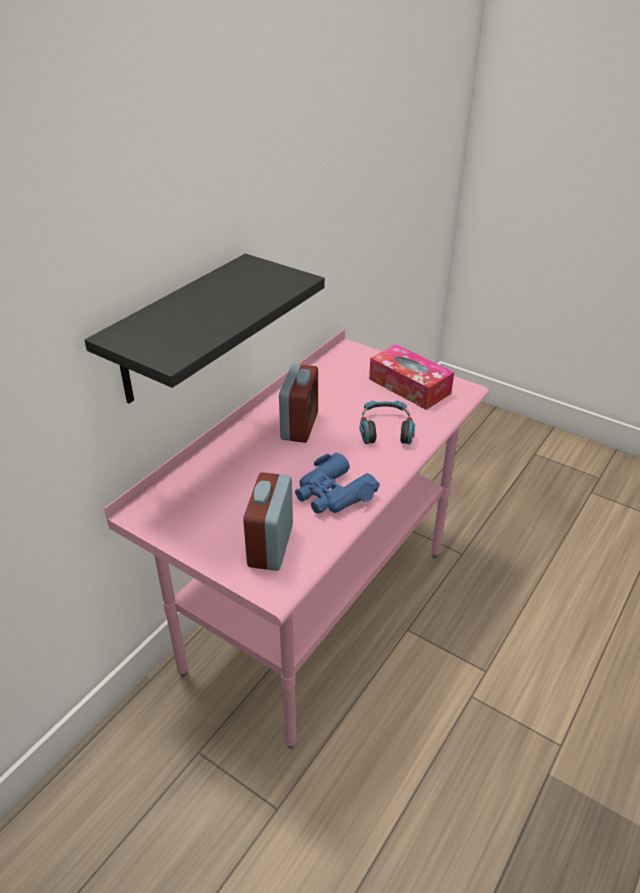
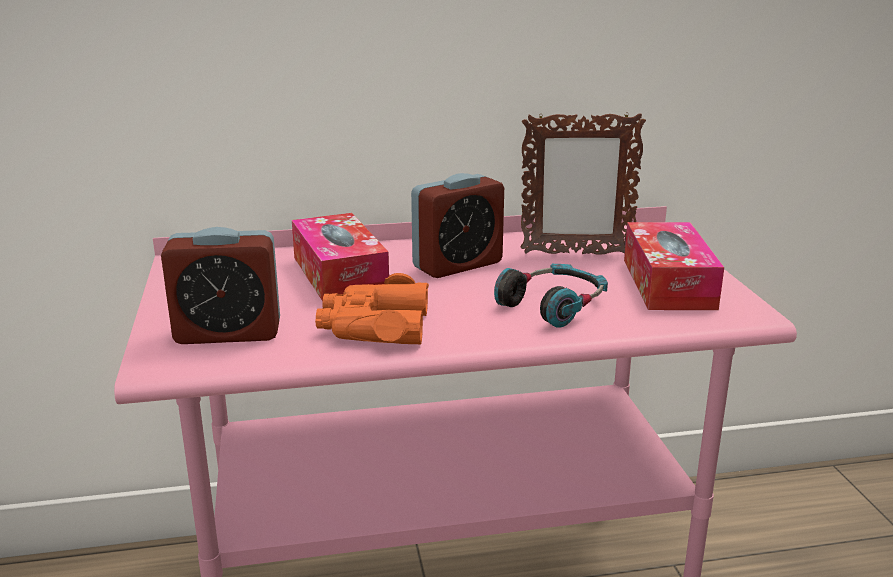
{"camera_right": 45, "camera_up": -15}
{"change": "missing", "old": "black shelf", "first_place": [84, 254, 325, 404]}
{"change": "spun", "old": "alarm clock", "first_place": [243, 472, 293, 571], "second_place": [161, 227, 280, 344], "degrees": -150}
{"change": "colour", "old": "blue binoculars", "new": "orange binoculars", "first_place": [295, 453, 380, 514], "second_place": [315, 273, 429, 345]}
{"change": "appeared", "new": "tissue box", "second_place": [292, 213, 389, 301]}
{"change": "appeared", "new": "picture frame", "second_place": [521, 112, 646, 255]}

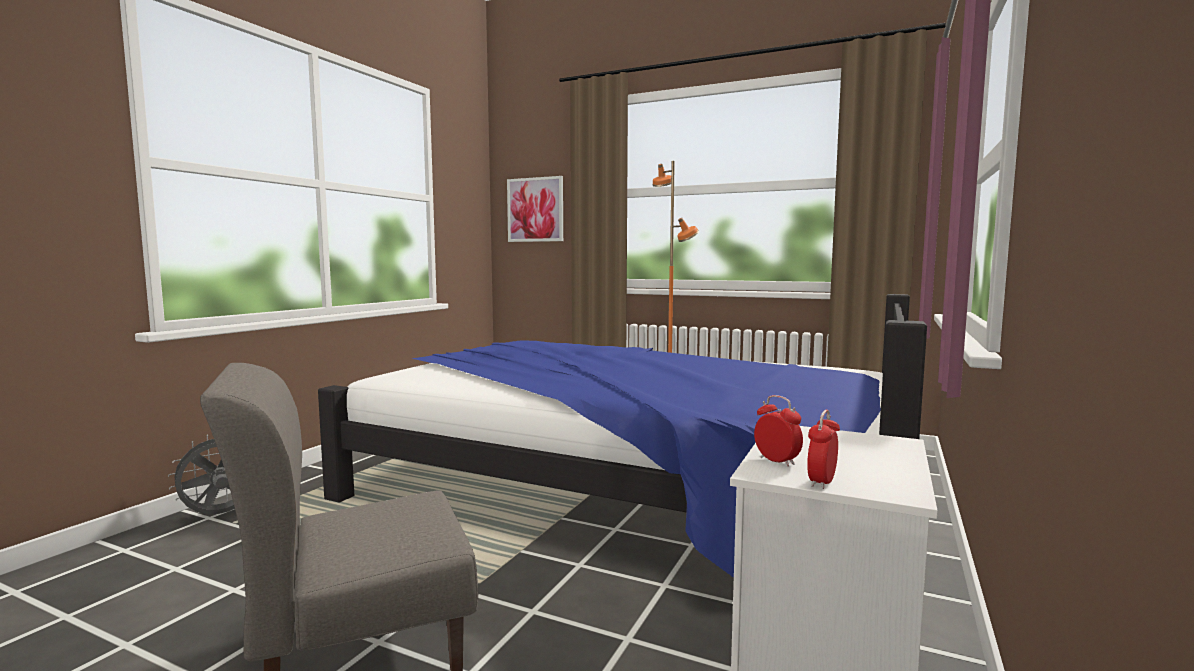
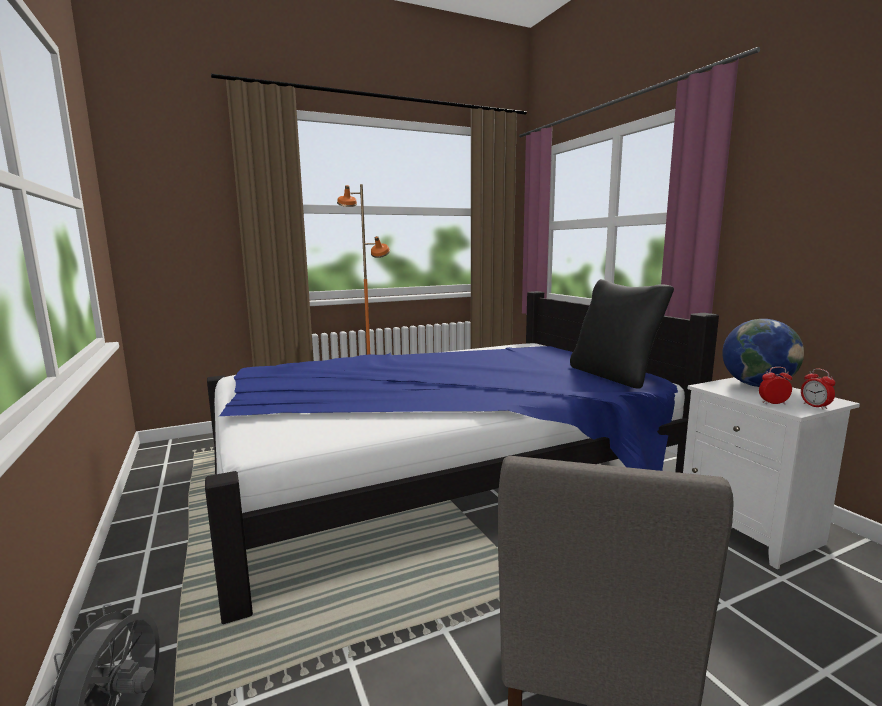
{"camera_right": -50, "camera_up": 5}
{"change": "missing", "old": "picture", "first_place": [507, 176, 563, 242]}
{"change": "appeared", "new": "black pillow", "second_place": [570, 279, 674, 389]}
{"change": "appeared", "new": "globe", "second_place": [722, 319, 804, 387]}

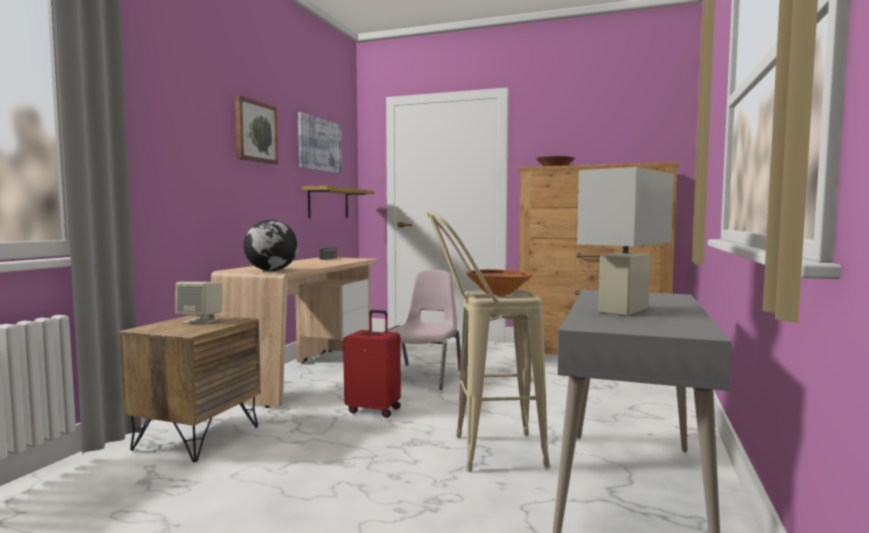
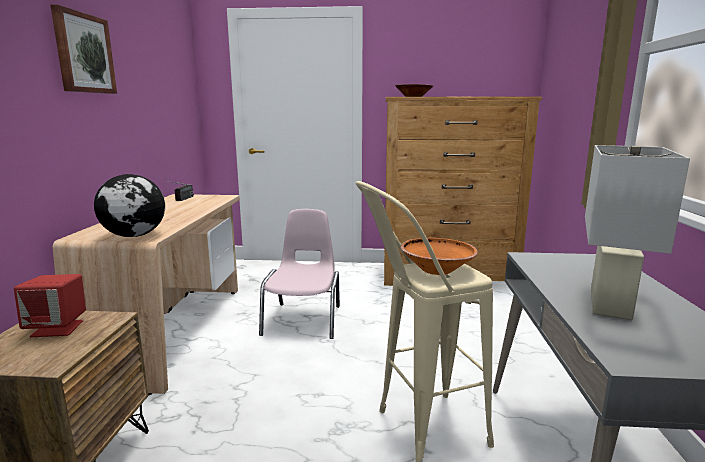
{"camera_right": -15, "camera_up": 10}
{"change": "colour", "old": "beige speaker", "new": "red speaker", "first_place": [175, 282, 223, 324], "second_place": [14, 274, 86, 337]}
{"change": "missing", "old": "picture", "first_place": [298, 112, 342, 174]}
{"change": "missing", "old": "shelf", "first_place": [301, 186, 374, 218]}
{"change": "missing", "old": "red suitcase", "first_place": [343, 310, 401, 418]}

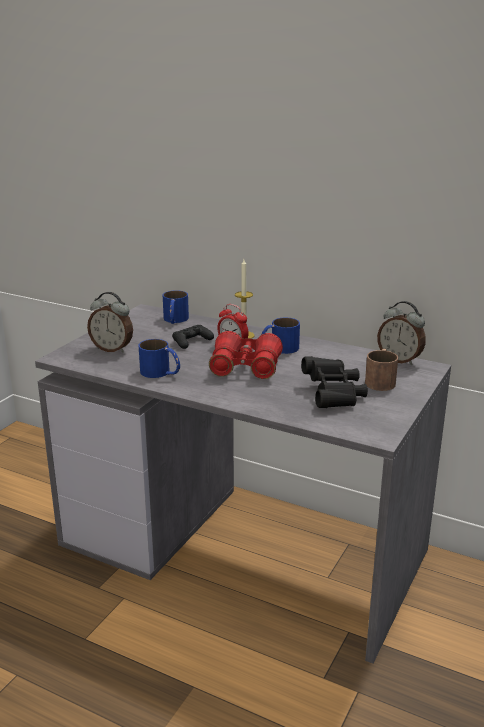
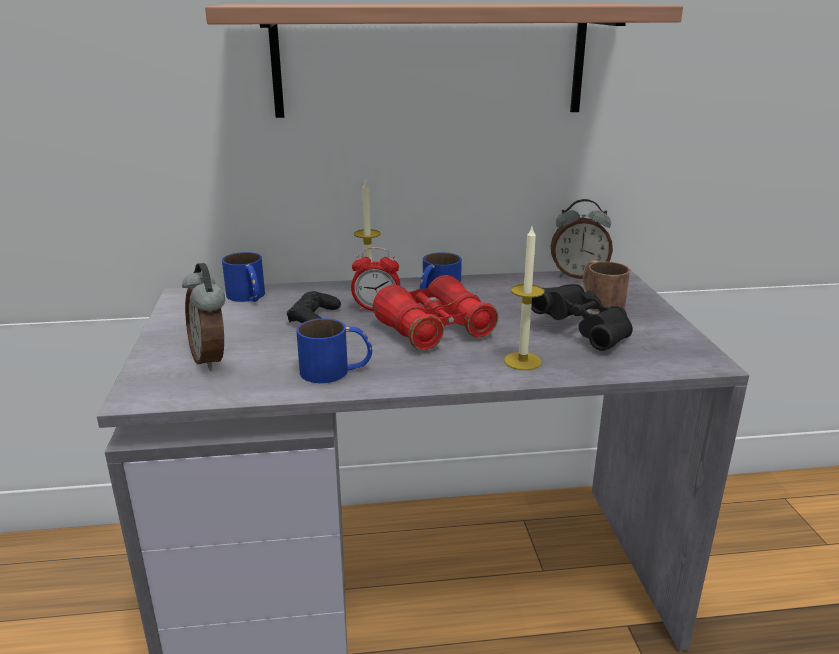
{"camera_right": -35, "camera_up": 0}
{"change": "spun", "old": "alarm clock", "first_place": [87, 292, 133, 353], "second_place": [182, 263, 225, 371], "degrees": 75}
{"change": "appeared", "new": "shelf", "second_place": [205, 4, 683, 118]}
{"change": "appeared", "new": "candle", "second_place": [504, 227, 544, 370]}

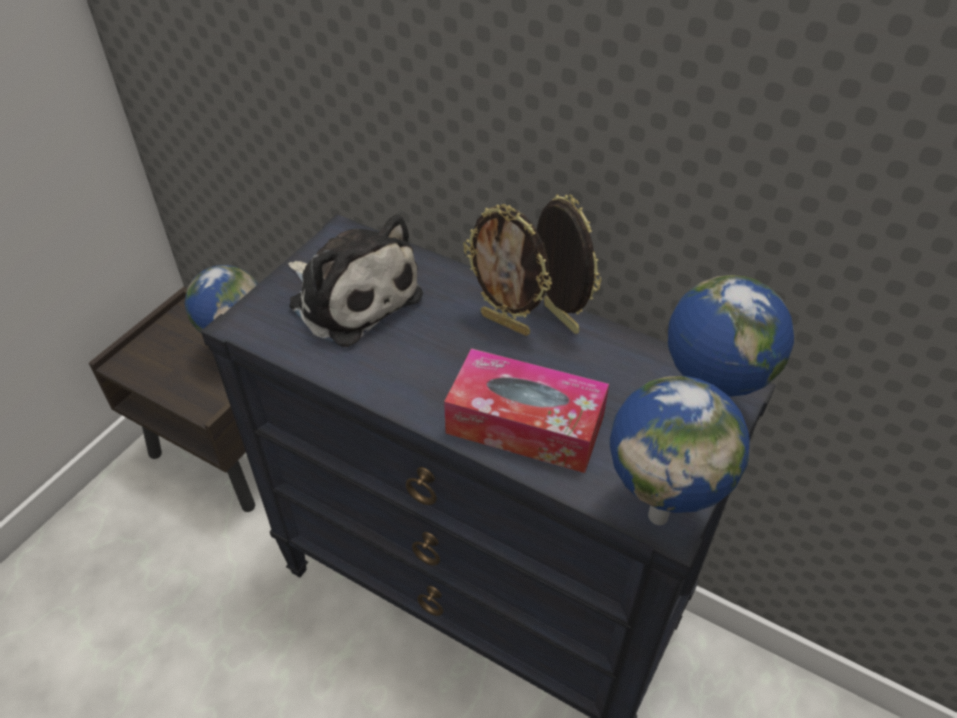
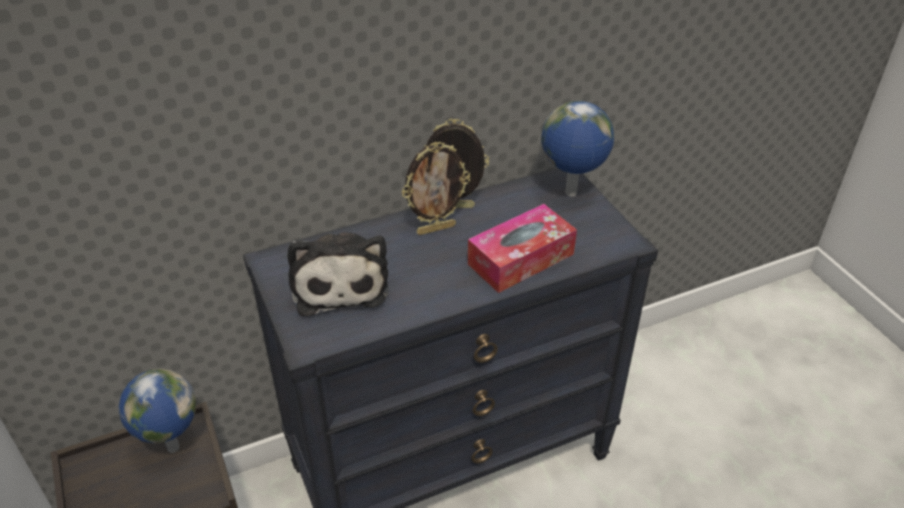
{"camera_right": -55, "camera_up": -5}
{"change": "spun", "old": "plush toy", "first_place": [288, 214, 423, 347], "second_place": [287, 233, 389, 316], "degrees": 90}
{"change": "missing", "old": "globe", "first_place": [610, 376, 750, 525]}

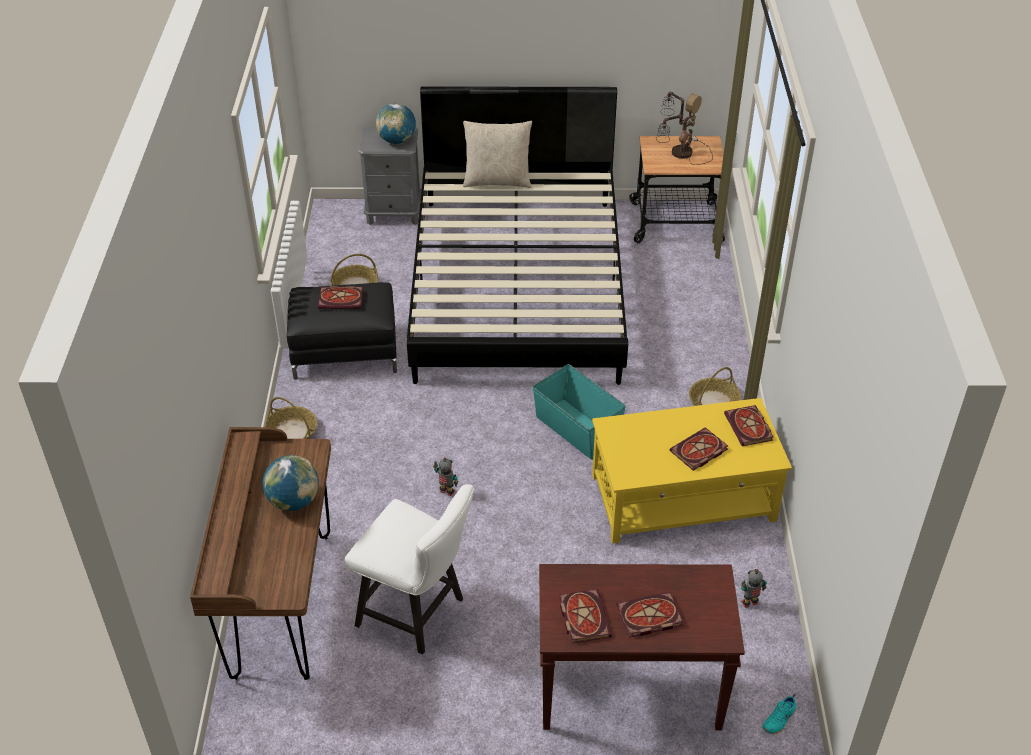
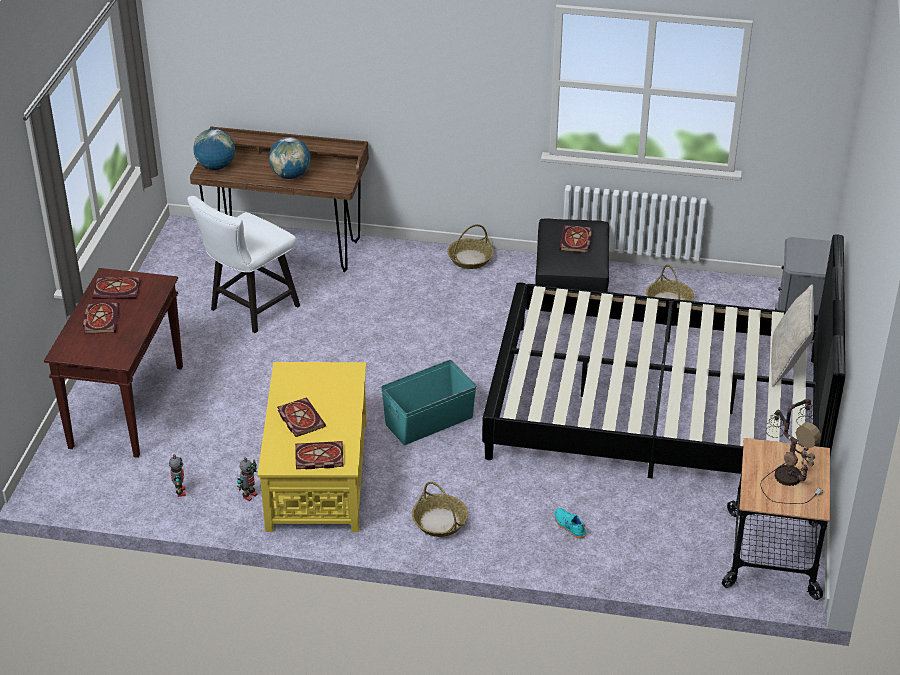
{"camera_right": 100, "camera_up": -5}
{"change": "relocated", "old": "globe", "first_place": [376, 103, 416, 144], "second_place": [194, 129, 235, 170]}
{"change": "relocated", "old": "toy robot", "first_place": [433, 457, 458, 496], "second_place": [237, 458, 258, 501]}
{"change": "relocated", "old": "turquoise shoe", "first_place": [762, 693, 796, 734], "second_place": [555, 508, 586, 538]}

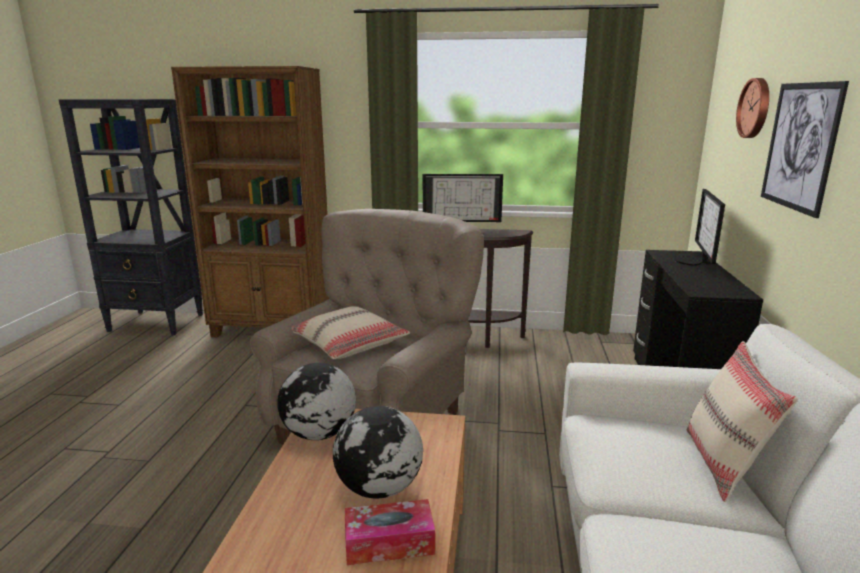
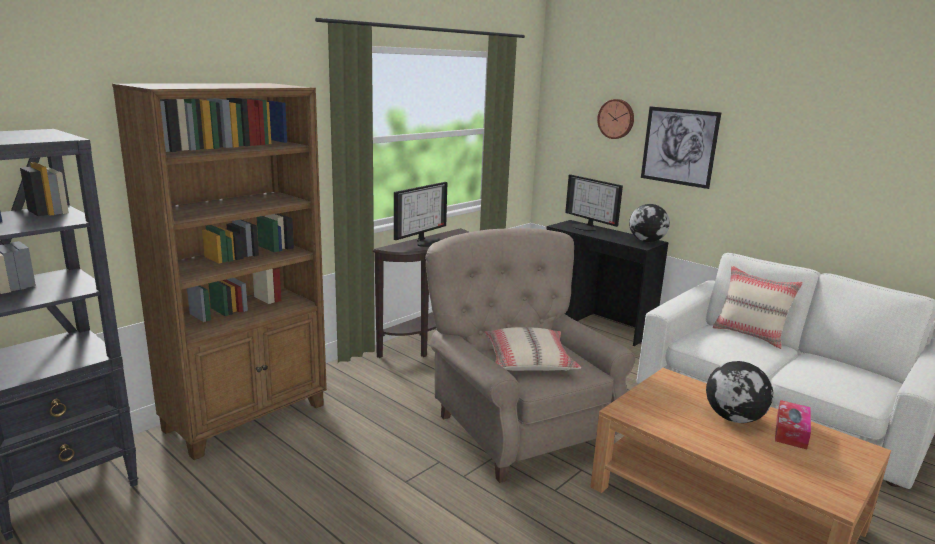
{"camera_right": -55, "camera_up": 0}
{"change": "relocated", "old": "globe", "first_place": [277, 363, 356, 440], "second_place": [629, 204, 670, 242]}

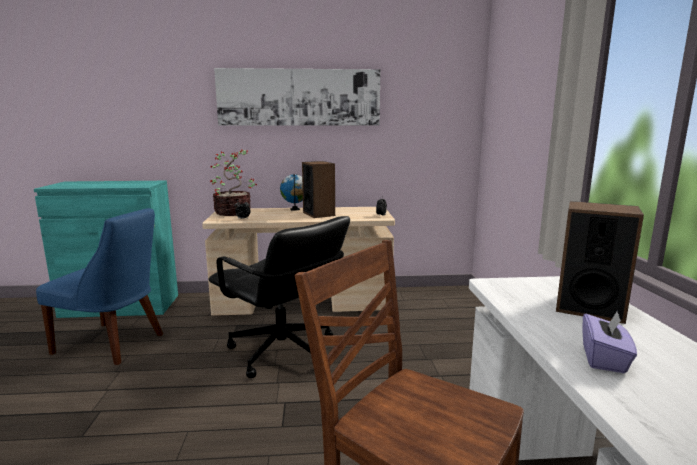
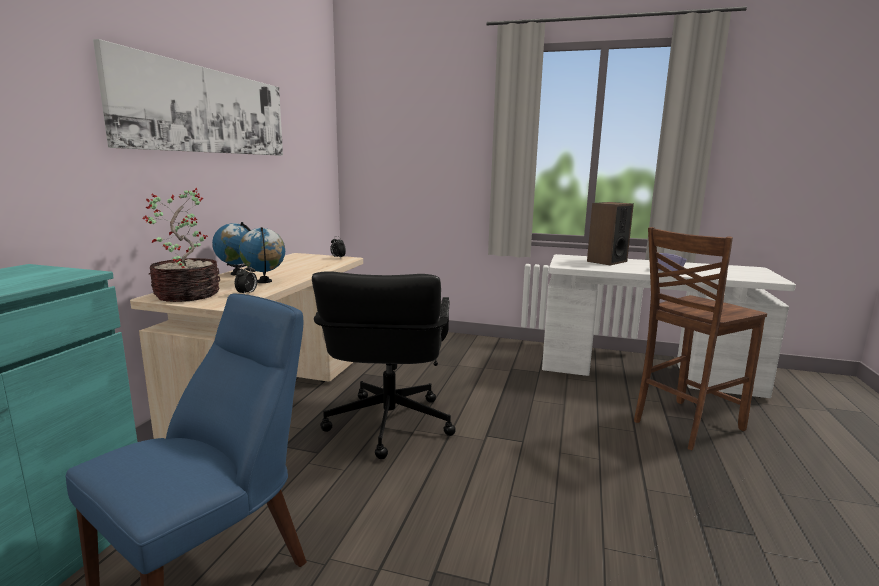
{"camera_right": -70, "camera_up": 0}
{"change": "spun", "old": "black office chair", "first_place": [208, 216, 350, 378], "second_place": [312, 271, 456, 459], "degrees": 120}
{"change": "missing", "old": "speaker", "first_place": [302, 161, 335, 218]}
{"change": "appeared", "new": "globe", "second_place": [239, 227, 285, 283]}

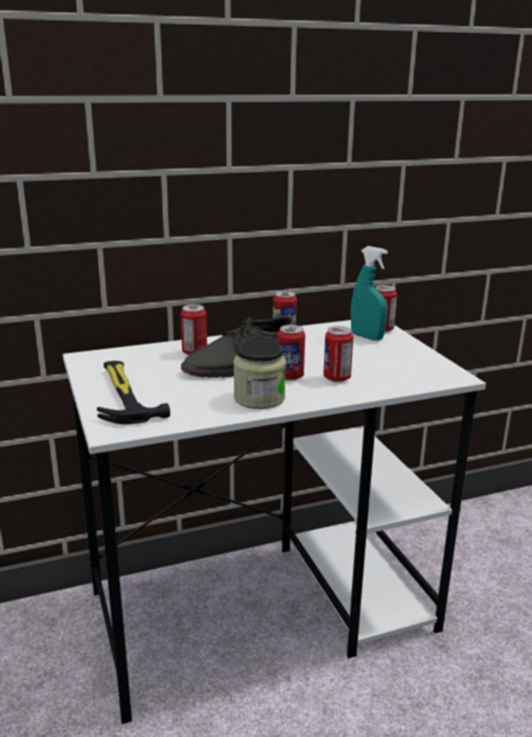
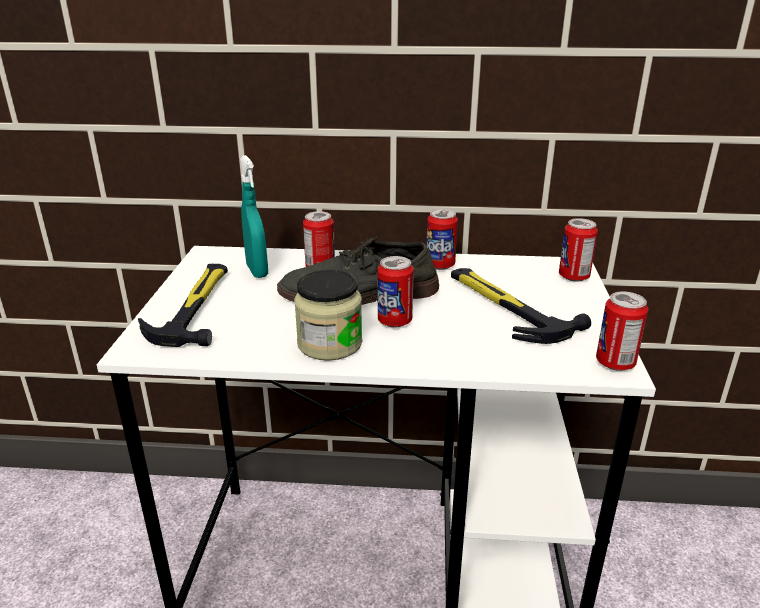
{"camera_right": 25, "camera_up": 5}
{"change": "relocated", "old": "can", "first_place": [323, 326, 353, 382], "second_place": [596, 291, 648, 371]}
{"change": "relocated", "old": "turquoise spray bottle", "first_place": [351, 246, 388, 341], "second_place": [240, 155, 268, 278]}
{"change": "appeared", "new": "hammer", "second_place": [451, 268, 591, 344]}

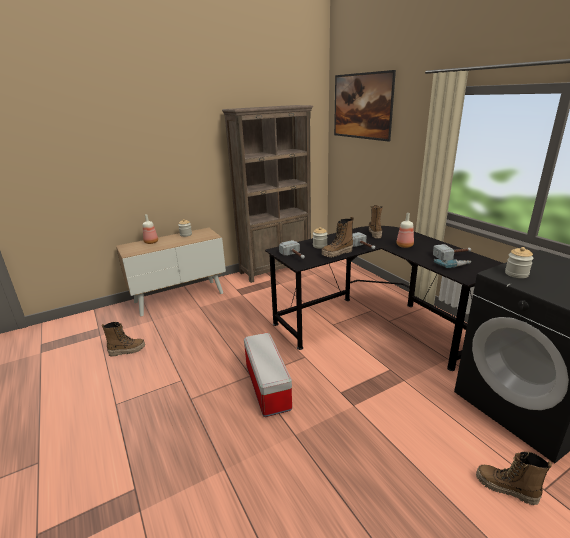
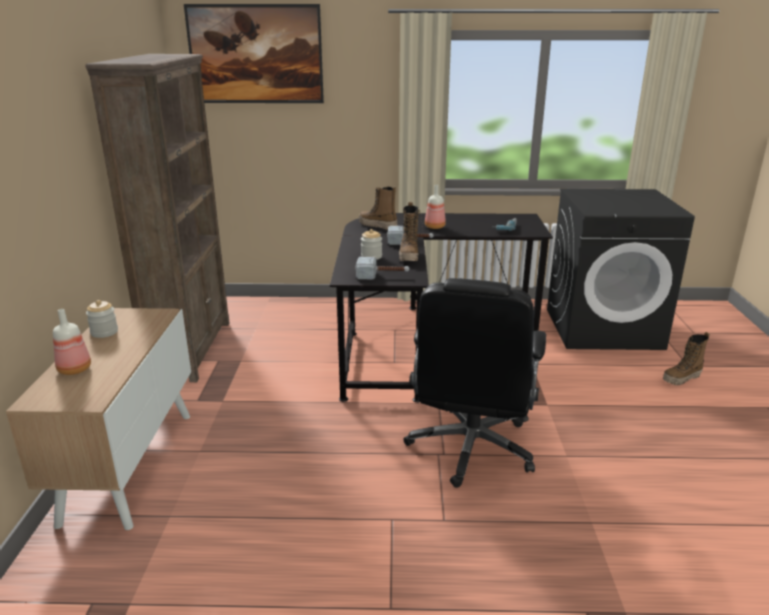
{"camera_right": -60, "camera_up": 0}
{"change": "missing", "old": "boot", "first_place": [102, 322, 145, 357]}
{"change": "exchanged", "old": "storage box", "new": "black office chair", "first_place": [244, 333, 292, 417], "second_place": [403, 278, 546, 488]}
{"change": "missing", "old": "hammer", "first_place": [433, 244, 471, 261]}
{"change": "missing", "old": "jar", "first_place": [505, 247, 534, 278]}

